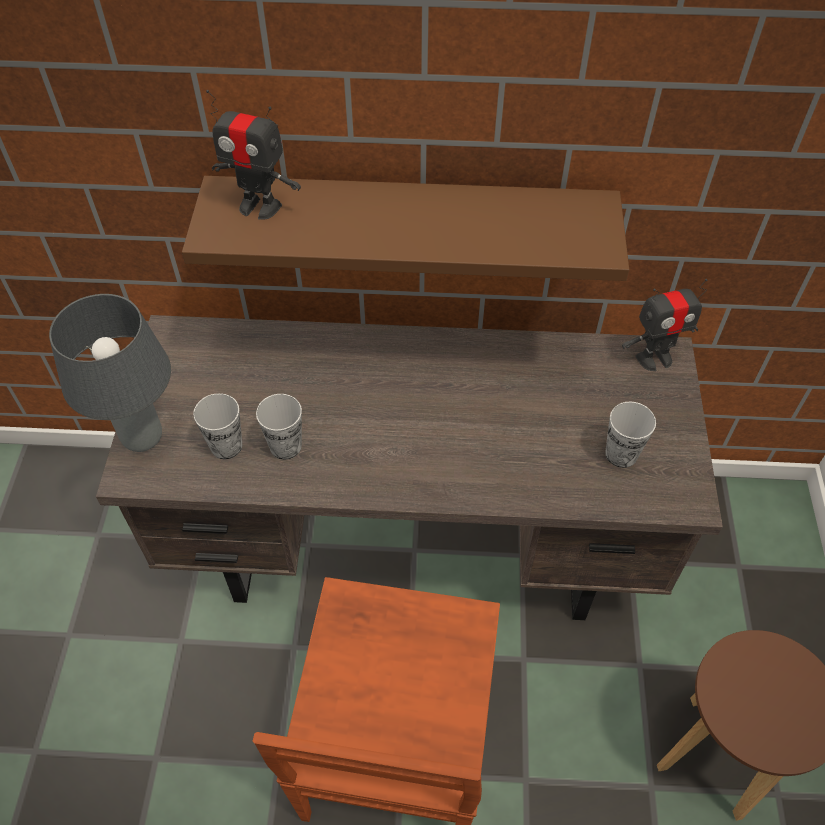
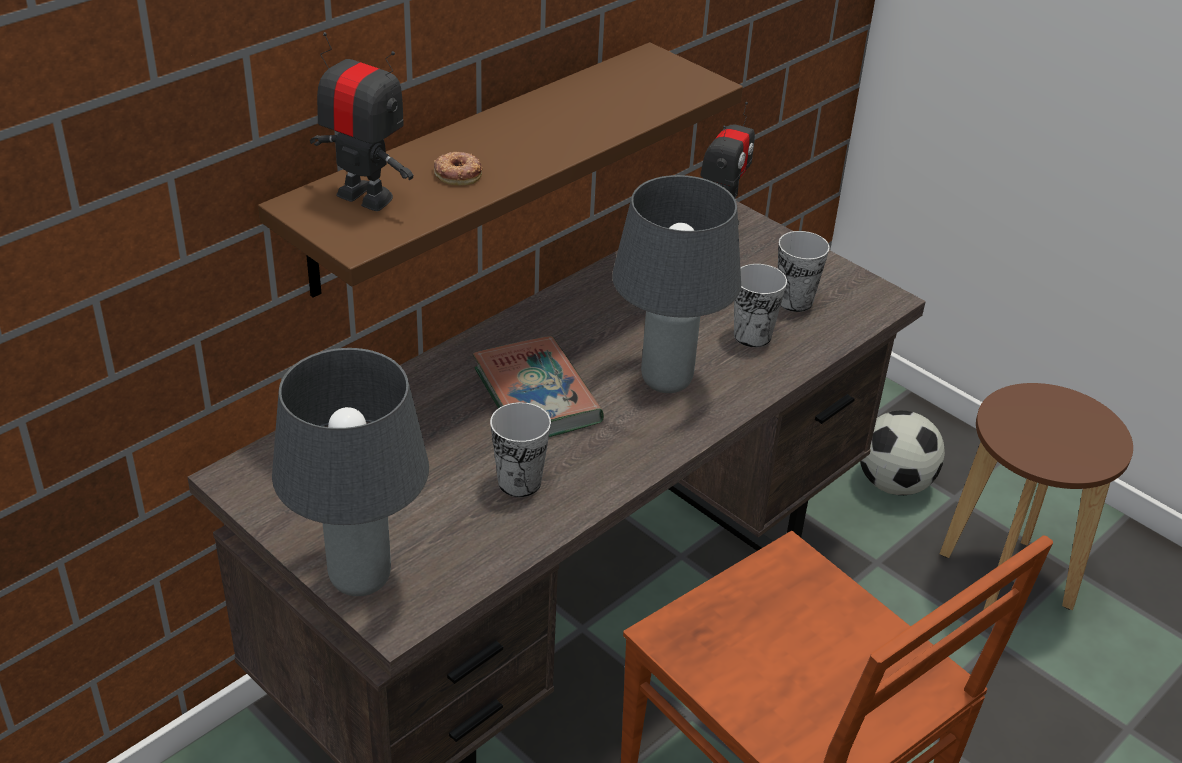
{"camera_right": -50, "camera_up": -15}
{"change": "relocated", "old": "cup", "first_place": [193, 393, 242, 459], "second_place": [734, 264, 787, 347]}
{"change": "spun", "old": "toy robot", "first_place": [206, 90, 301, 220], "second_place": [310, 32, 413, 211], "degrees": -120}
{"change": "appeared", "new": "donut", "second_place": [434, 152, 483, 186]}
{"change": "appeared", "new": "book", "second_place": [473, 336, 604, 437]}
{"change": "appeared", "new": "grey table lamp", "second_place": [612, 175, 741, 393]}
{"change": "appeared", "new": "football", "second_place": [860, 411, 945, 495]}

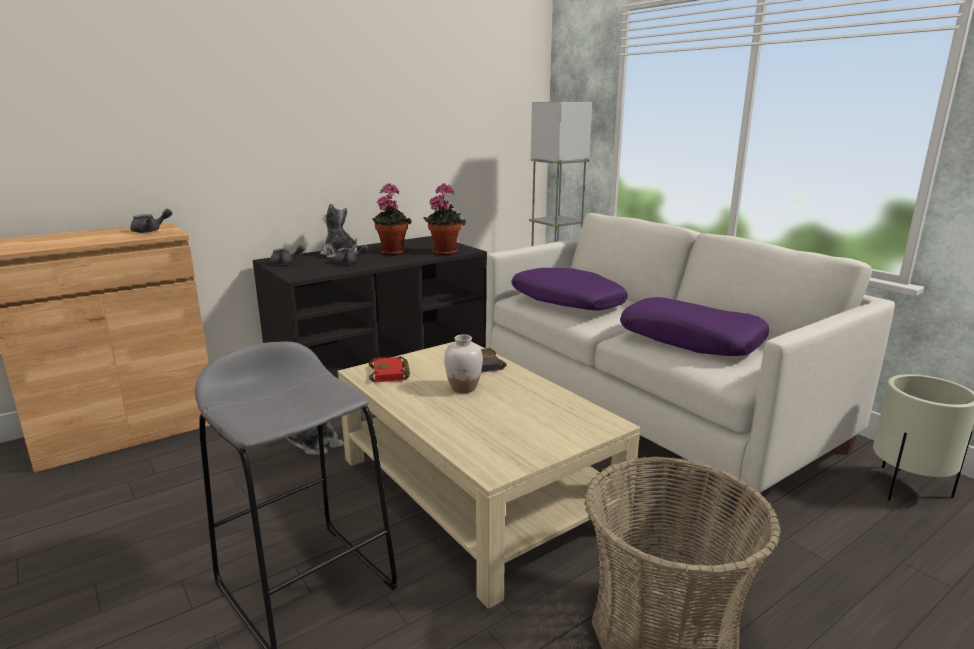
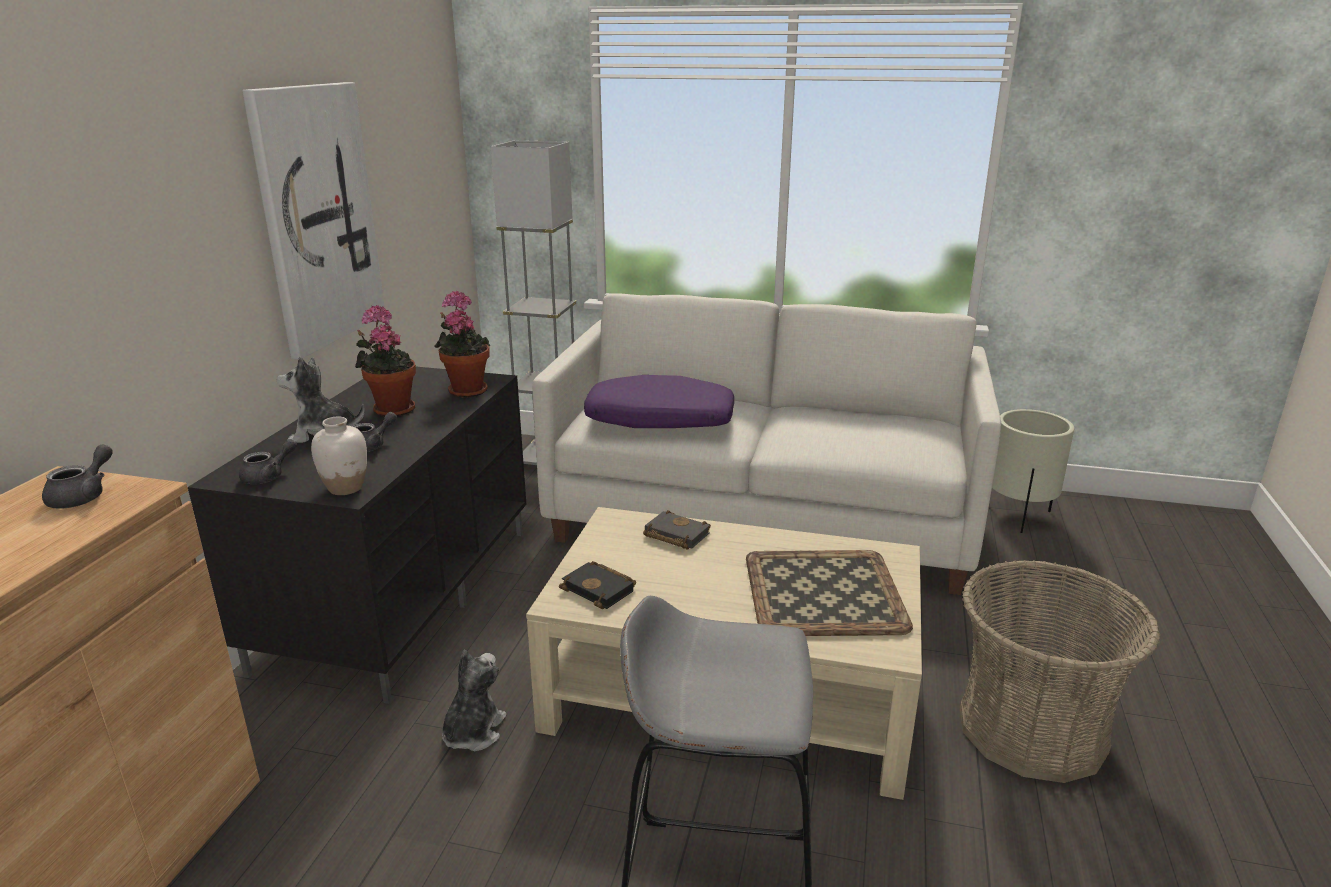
{"camera_right": -40, "camera_up": 5}
{"change": "colour", "old": "red book", "new": "black book", "first_place": [369, 356, 410, 383], "second_place": [559, 561, 636, 609]}
{"change": "relocated", "old": "white vase", "first_place": [444, 334, 483, 393], "second_place": [311, 417, 367, 495]}
{"change": "missing", "old": "purple pillow", "first_place": [620, 297, 769, 356]}
{"change": "appeared", "new": "picture", "second_place": [242, 82, 385, 359]}
{"change": "appeared", "new": "tray", "second_place": [746, 550, 913, 636]}

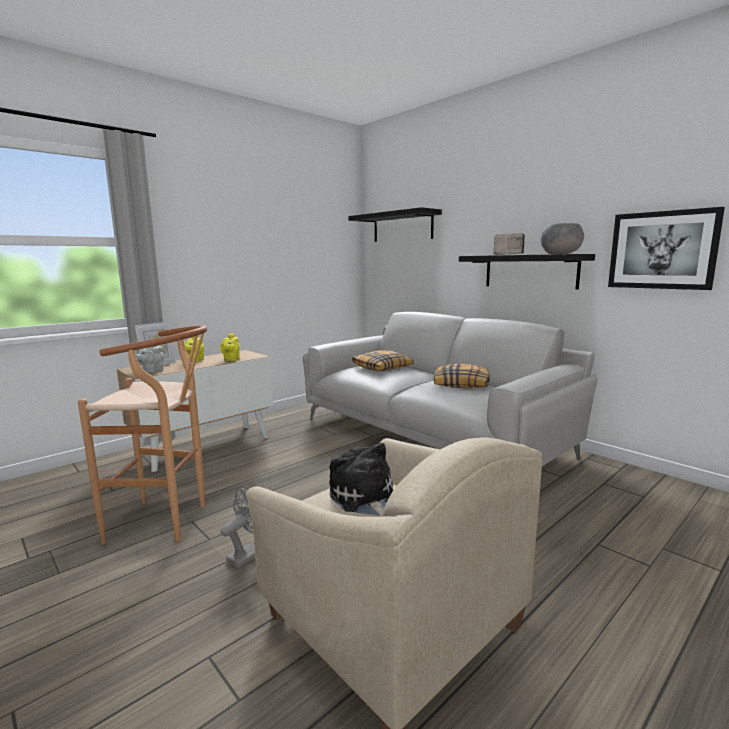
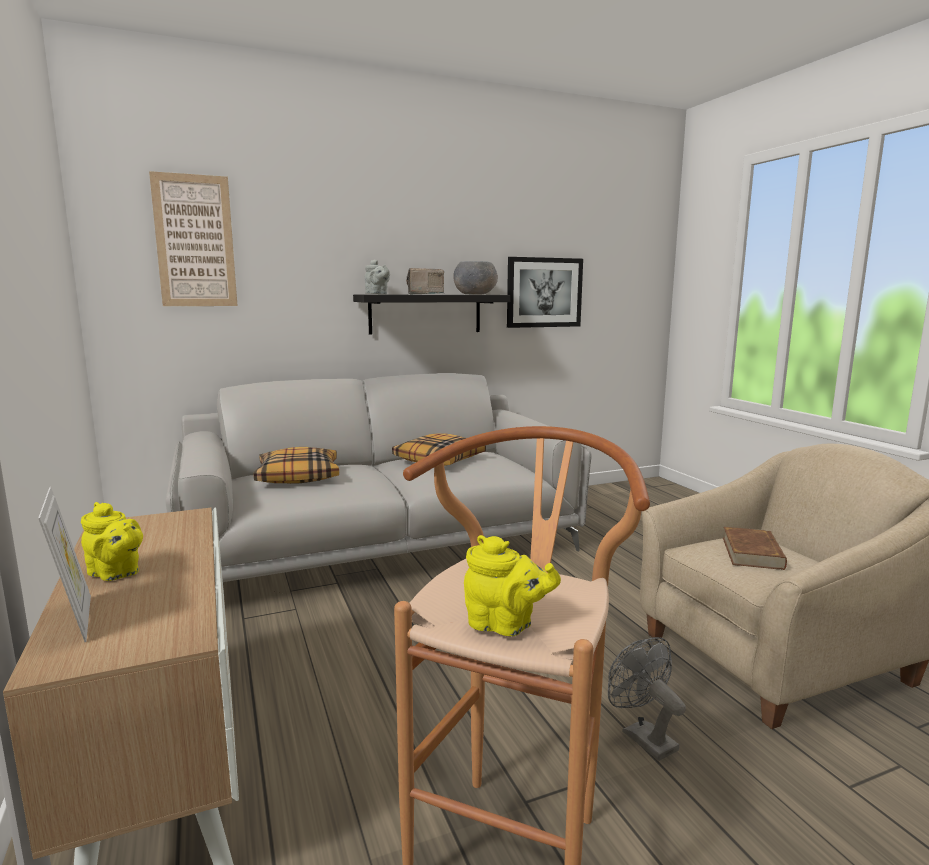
{"camera_right": -70, "camera_up": 0}
{"change": "relocated", "old": "grey teapot", "first_place": [134, 346, 164, 373], "second_place": [364, 259, 390, 294]}
{"change": "relocated", "old": "yellow teapot", "first_place": [220, 333, 240, 361], "second_place": [464, 535, 561, 636]}
{"change": "exchanged", "old": "plush toy", "new": "brown book", "first_place": [329, 443, 393, 516], "second_place": [723, 527, 787, 570]}
{"change": "exchanged", "old": "black shelf", "new": "picture", "first_place": [349, 207, 442, 242], "second_place": [149, 171, 238, 306]}

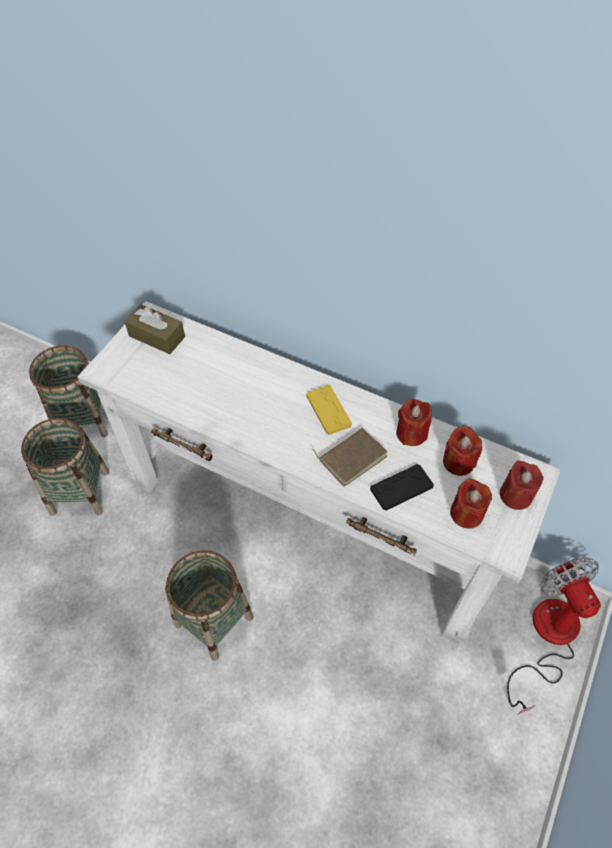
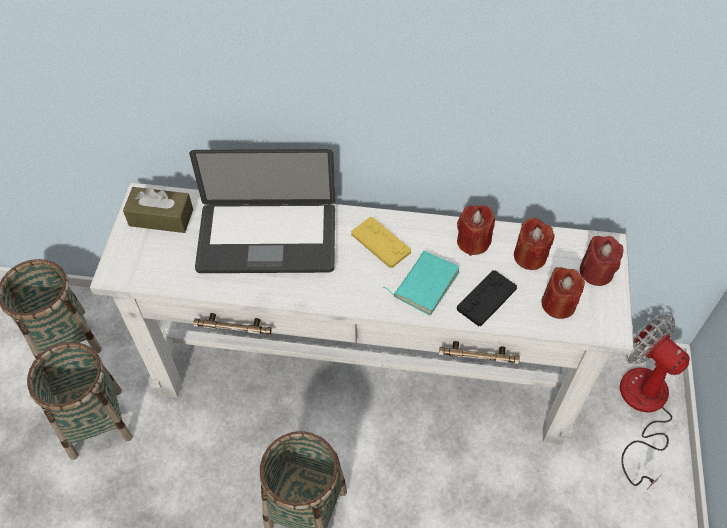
{"camera_right": -20, "camera_up": 0}
{"change": "colour", "old": "brown book", "new": "turquoise book", "first_place": [312, 428, 388, 487], "second_place": [382, 251, 460, 315]}
{"change": "appeared", "new": "laptop", "second_place": [189, 149, 335, 273]}

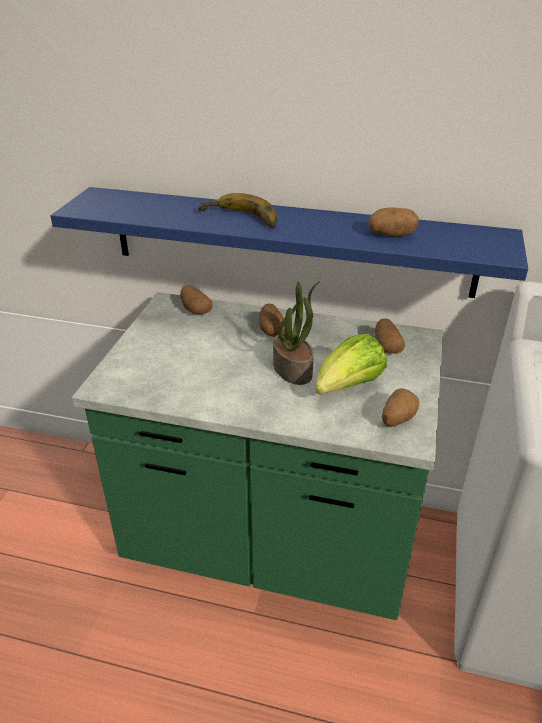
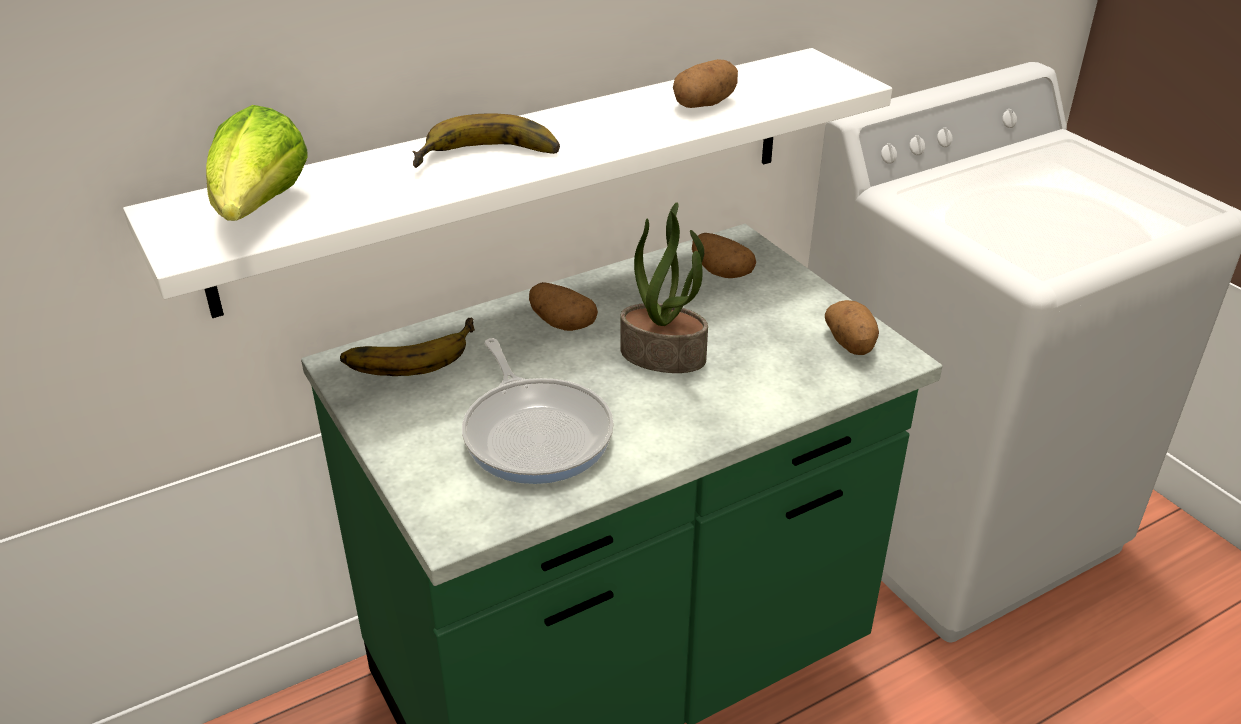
{"camera_right": -45, "camera_up": 0}
{"change": "colour", "old": "blue shelf", "new": "white shelf", "first_place": [50, 187, 528, 298], "second_place": [123, 48, 892, 318]}
{"change": "exchanged", "old": "potato", "new": "banana", "first_place": [180, 285, 213, 314], "second_place": [340, 318, 475, 376]}
{"change": "relocated", "old": "lettuce", "first_place": [315, 334, 387, 395], "second_place": [206, 105, 308, 221]}
{"change": "appeared", "new": "frying pan", "second_place": [462, 338, 614, 484]}

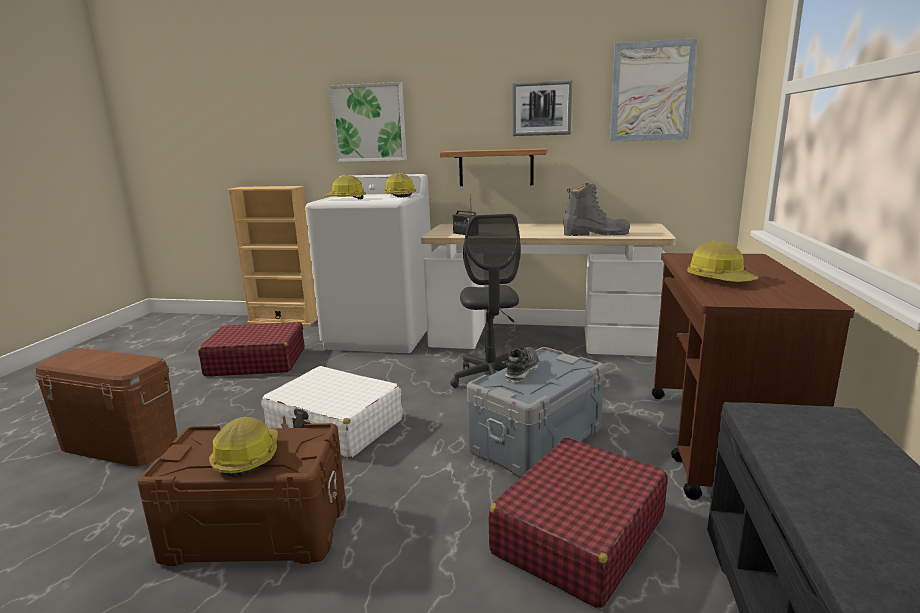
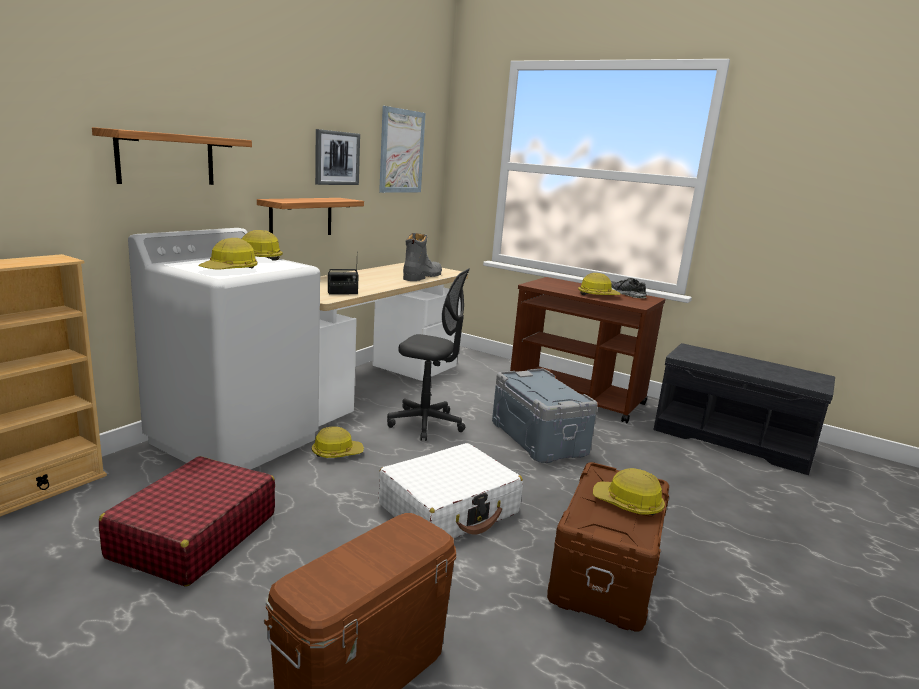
{"camera_right": -70, "camera_up": 0}
{"change": "exchanged", "old": "picture", "new": "shelf", "first_place": [330, 82, 407, 162], "second_place": [92, 127, 252, 185]}
{"change": "missing", "old": "red suitcase", "first_place": [488, 438, 668, 609]}
{"change": "relocated", "old": "shoe", "first_place": [505, 347, 539, 382], "second_place": [611, 278, 647, 298]}
{"change": "appeared", "new": "hard hat", "second_place": [312, 427, 364, 458]}

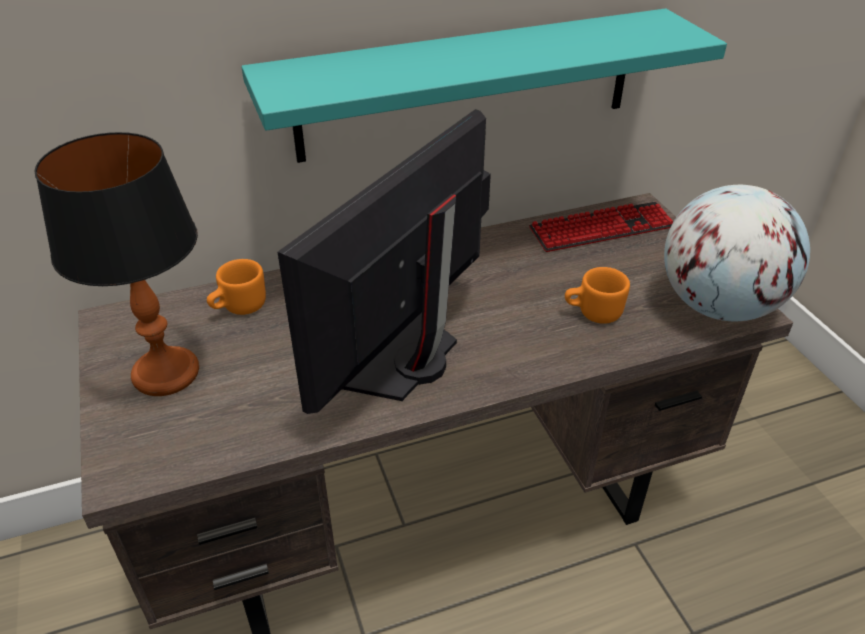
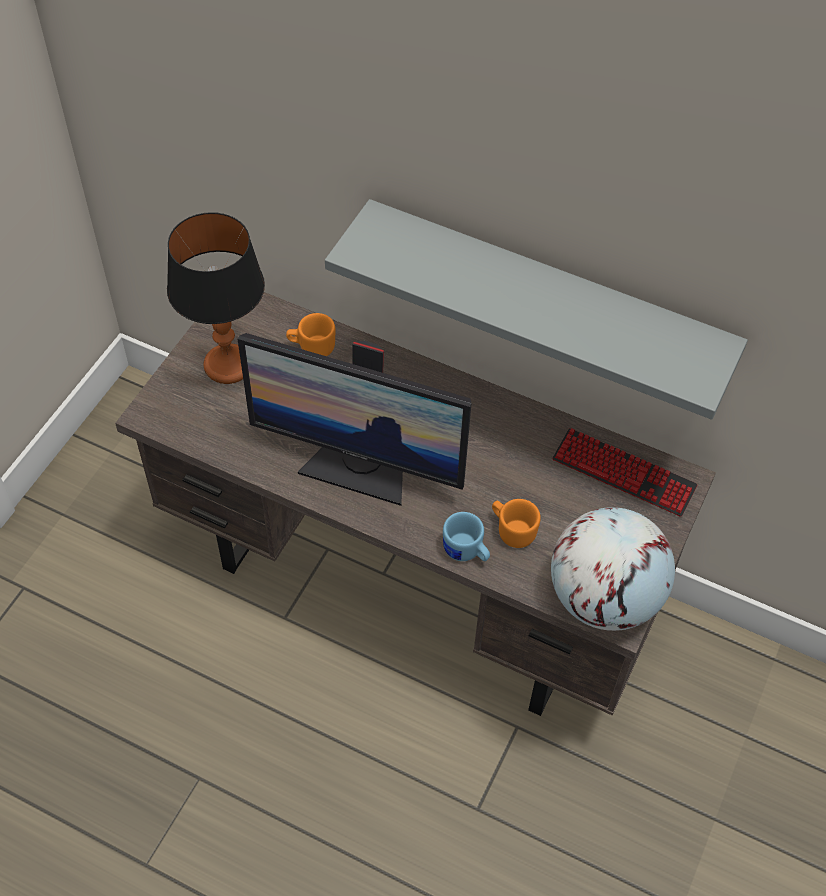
{"camera_right": 45, "camera_up": 15}
{"change": "colour", "old": "turquoise shelf", "new": "grey shelf", "first_place": [242, 8, 727, 163], "second_place": [325, 199, 748, 420]}
{"change": "spun", "old": "monitor", "first_place": [277, 109, 491, 414], "second_place": [238, 333, 472, 506], "degrees": -150}
{"change": "appeared", "new": "blue mug", "second_place": [443, 512, 490, 561]}

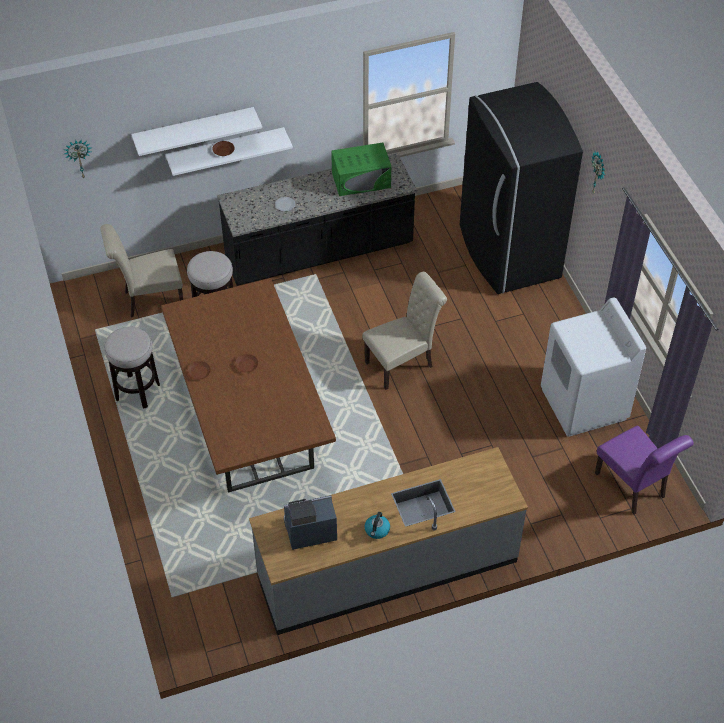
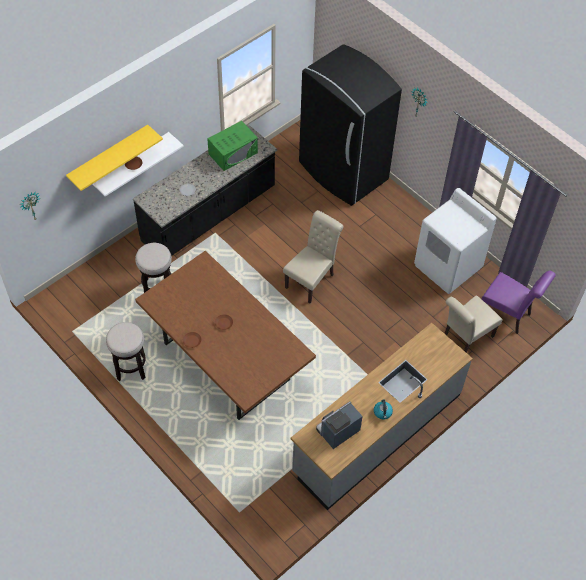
{"camera_right": -25, "camera_up": 5}
{"change": "relocated", "old": "beige chair", "first_place": [100, 224, 183, 318], "second_place": [444, 295, 503, 353]}
{"change": "colour", "old": "white shelf", "new": "yellow shelf", "first_place": [132, 107, 262, 156], "second_place": [66, 125, 163, 191]}

